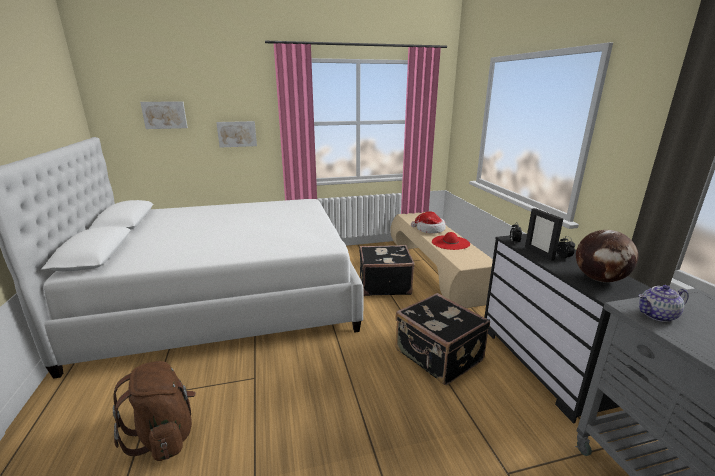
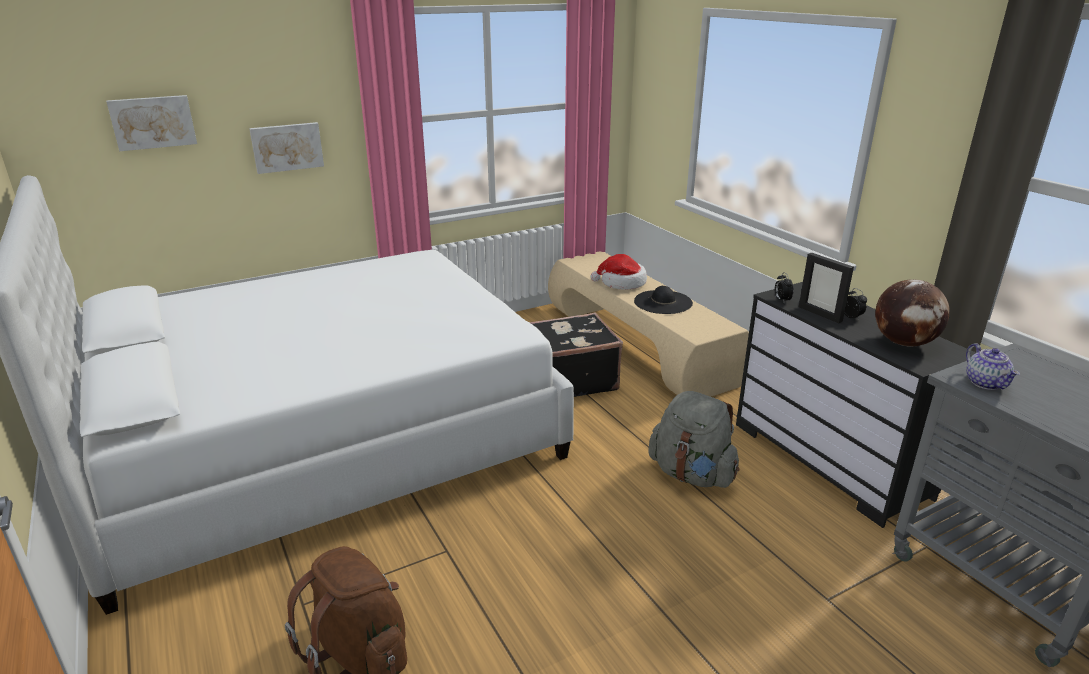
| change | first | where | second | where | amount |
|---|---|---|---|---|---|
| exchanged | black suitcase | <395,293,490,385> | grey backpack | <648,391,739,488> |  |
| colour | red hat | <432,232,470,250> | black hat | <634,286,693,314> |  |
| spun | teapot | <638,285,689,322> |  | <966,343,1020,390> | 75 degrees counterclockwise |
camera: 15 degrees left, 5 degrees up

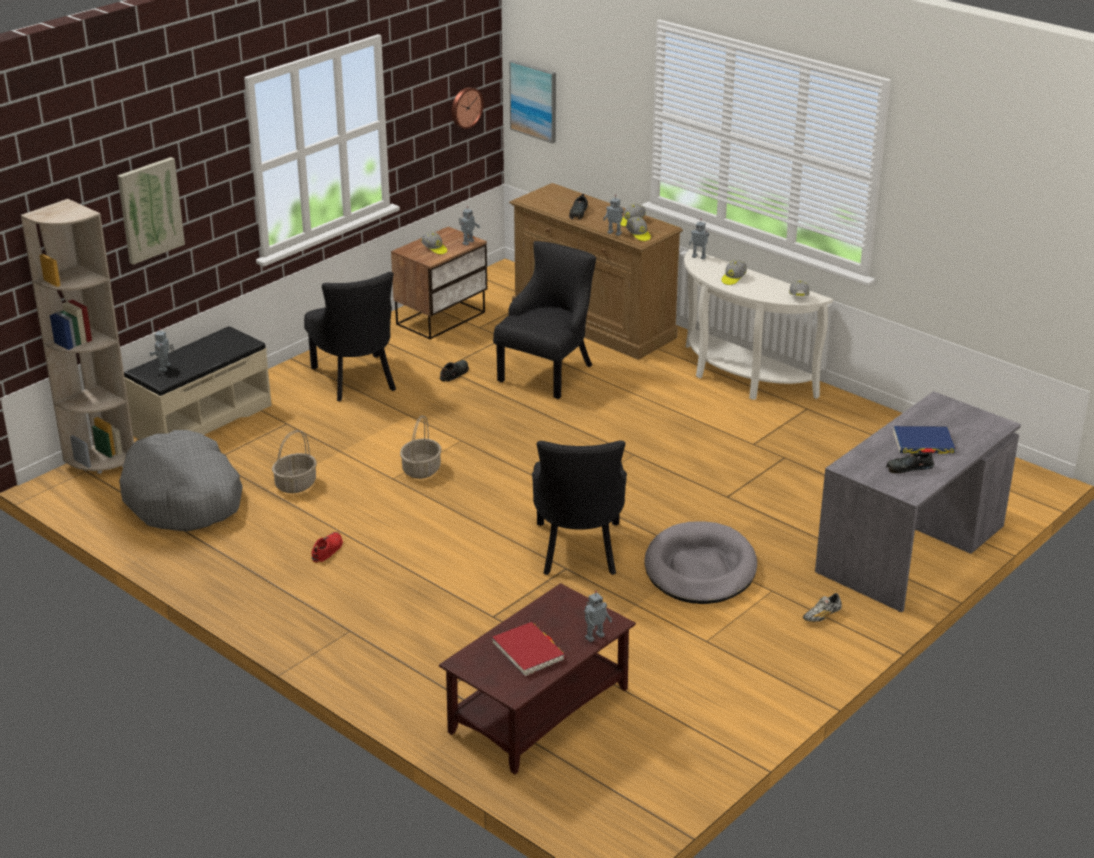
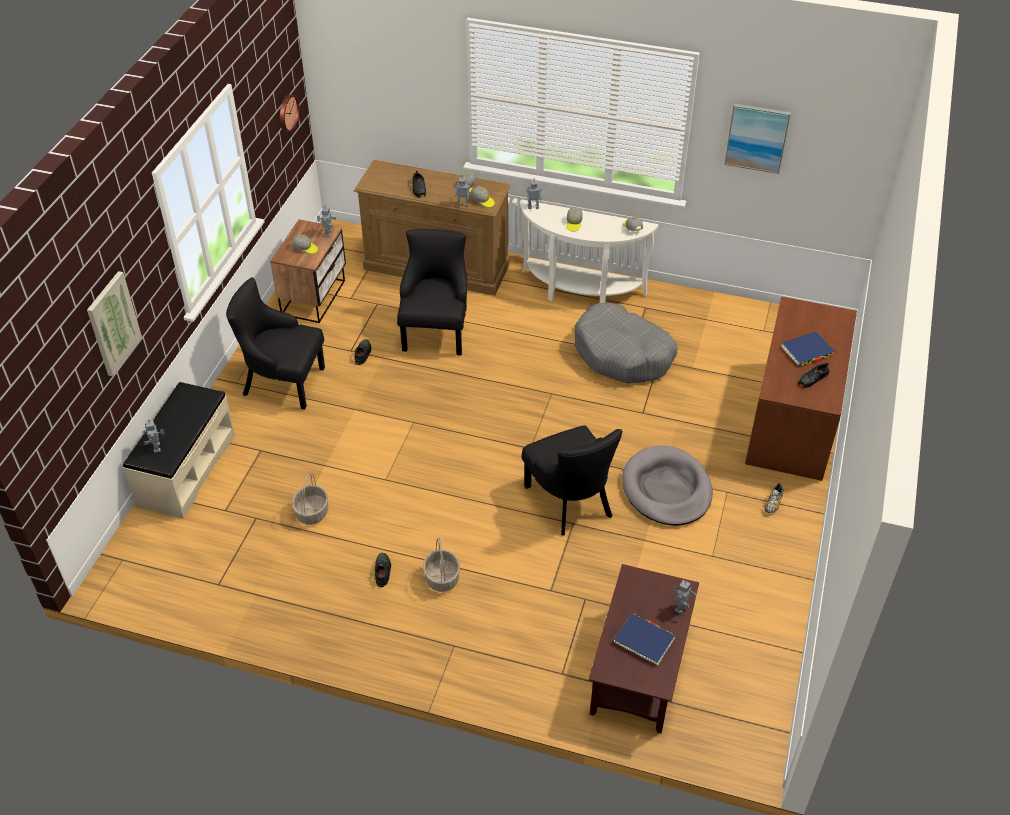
| change | first | where | second | where | amount |
|---|---|---|---|---|---|
| missing | beige bookcase | <21,199,134,474> |  |  |  |
| relocated | grey dog bed | <119,430,243,532> |  | <574,303,677,384> |  |
| relocated | basket | <400,415,442,479> |  | <423,537,460,592> |  |
| relocated | picture | <509,60,556,143> |  | <724,103,791,174> |  |
| colour | red shoe | <312,532,343,562> | black shoe | <375,553,391,587> |  |
| colour | red book | <492,622,566,676> | blue book | <614,614,675,666> |  |
| colour | grey desk | <815,391,1021,612> | brown desk | <745,297,857,481> |  |
| spun | black chair | <304,272,396,402> |  | <226,277,325,410> | 150 degrees clockwise |
camera: 25 degrees left, 15 degrees up

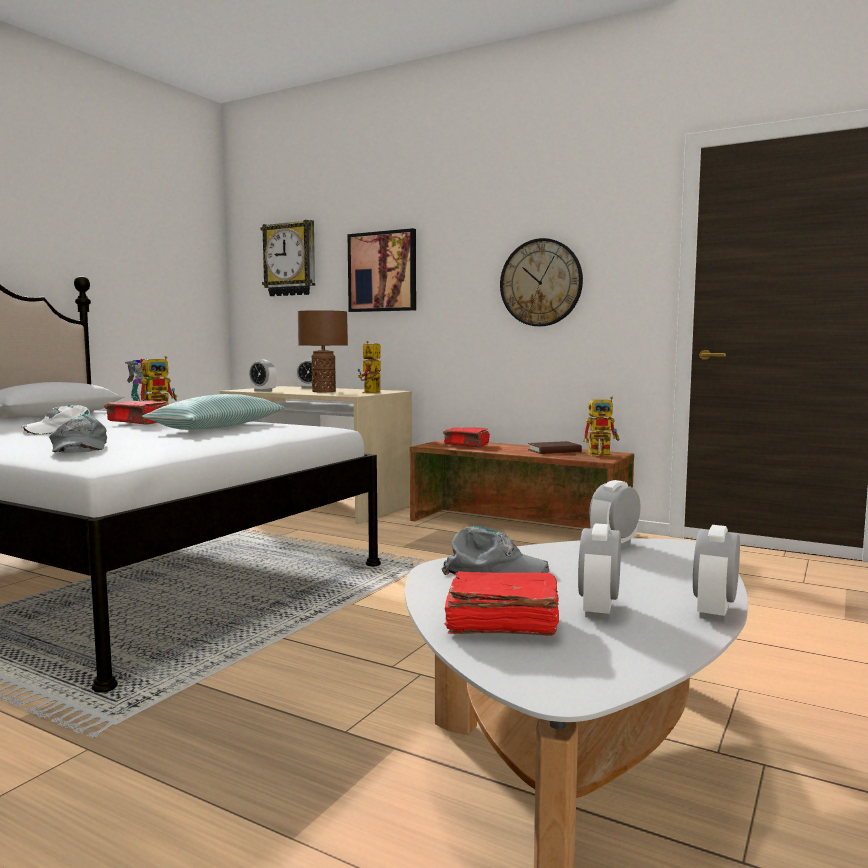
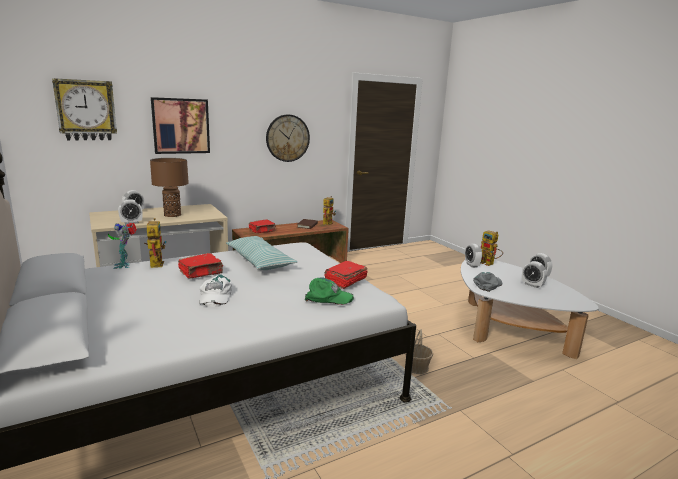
| change | first | where | second | where | amount |
|---|---|---|---|---|---|
| appeared |  |  | basket | <405,329,433,374> |  |
| relocated | toy robot | <358,341,381,393> |  | <481,230,503,266> |  |
| relocated | red book | <444,571,559,636> |  | <325,261,368,289> |  |
| colour | grey cap | <49,414,107,453> | green cap | <305,278,354,305> |  |
camera: 60 degrees left, 10 degrees up

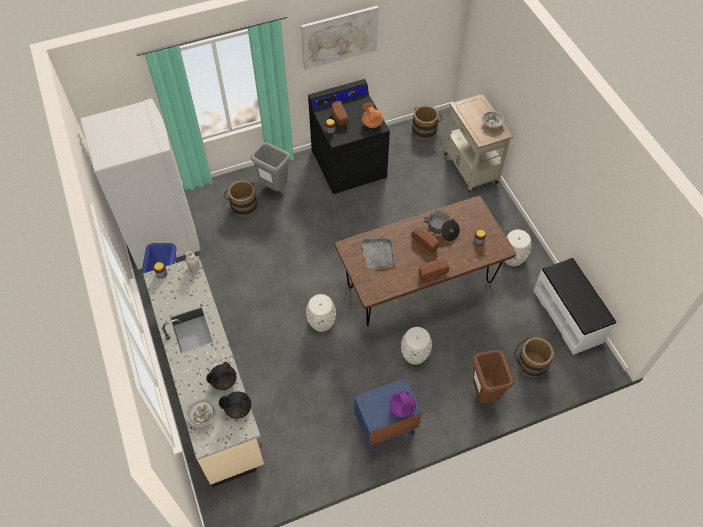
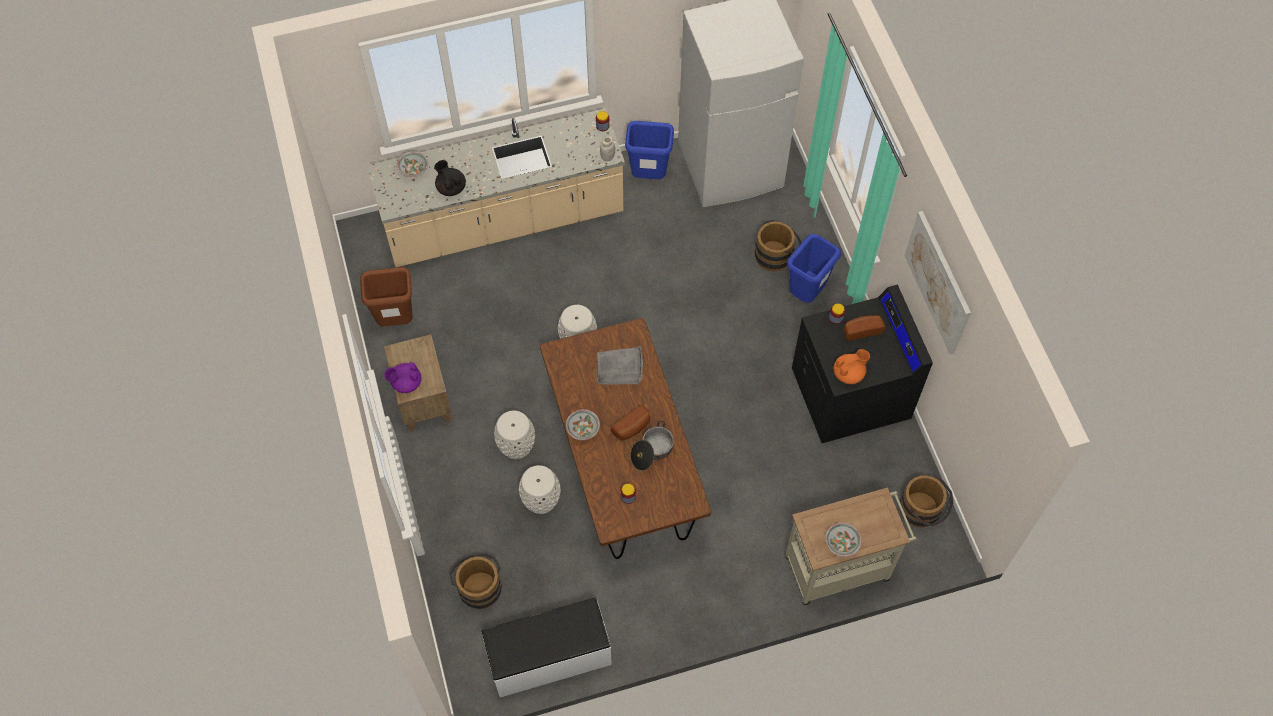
| change | first | where | second | where | amount |
|---|---|---|---|---|---|
| missing | black teapot | <219,392,251,419> |  |  |  |
| relocated | brown trash can | <473,350,515,404> |  | <360,267,412,327> |  |
| relocated | white stool | <504,229,531,266> |  | <519,465,560,514> |  |
| exchanged | bread | <419,260,449,281> | bowl | <566,409,600,440> |  |
| colour | grey trash can | <251,142,290,191> | blue trash can | <787,234,841,303> |  |
| colour | blue nightstand | <354,378,422,451> | brown nightstand | <384,334,453,433> |  |
camera: 95 degrees right, 5 degrees up

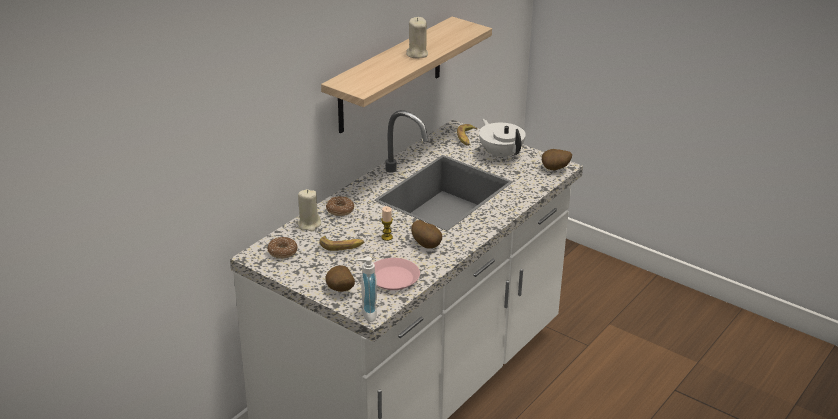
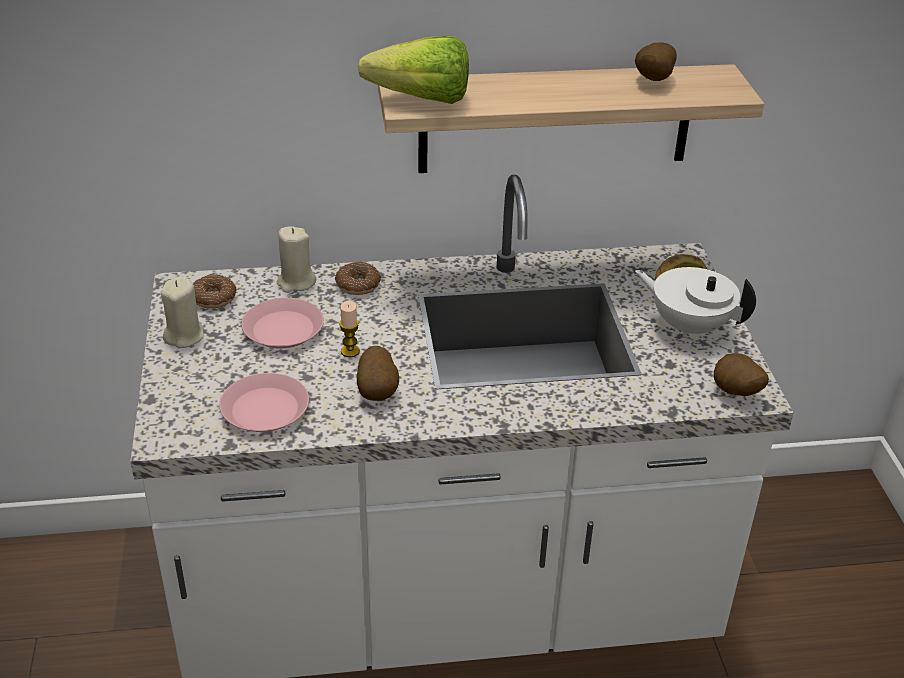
| change | first | where | second | where | amount |
|---|---|---|---|---|---|
| missing | soap dispenser | <354,257,377,322> |  |  |  |
| appeared |  |  | lettuce | <358,36,469,104> |  |
| relocated | potato | <326,265,355,292> |  | <635,42,677,81> |  |
| relocated | beige candle | <406,17,428,59> |  | <161,277,204,348> |  |
| exchanged | banana | <319,236,364,251> | pink plate | <242,298,324,349> |  |
| spun | white teapot | <479,118,526,160> |  | <635,267,756,337> | 75 degrees counterclockwise |
camera: 45 degrees right, 5 degrees up

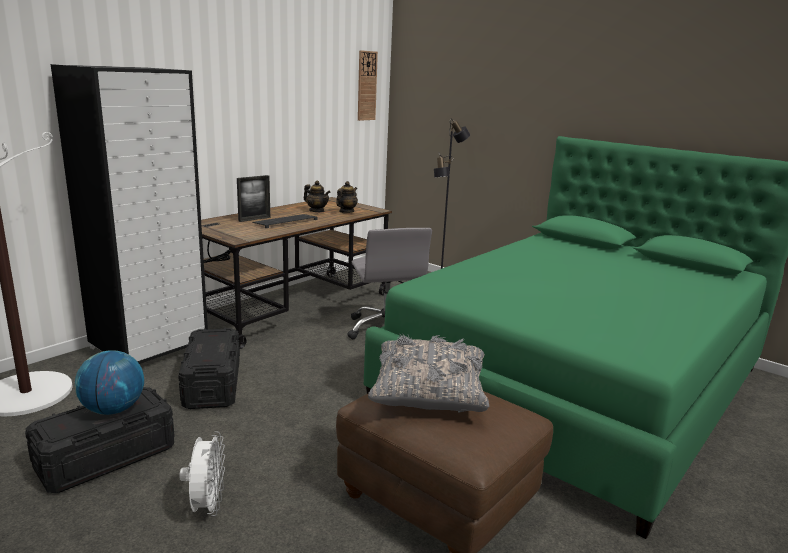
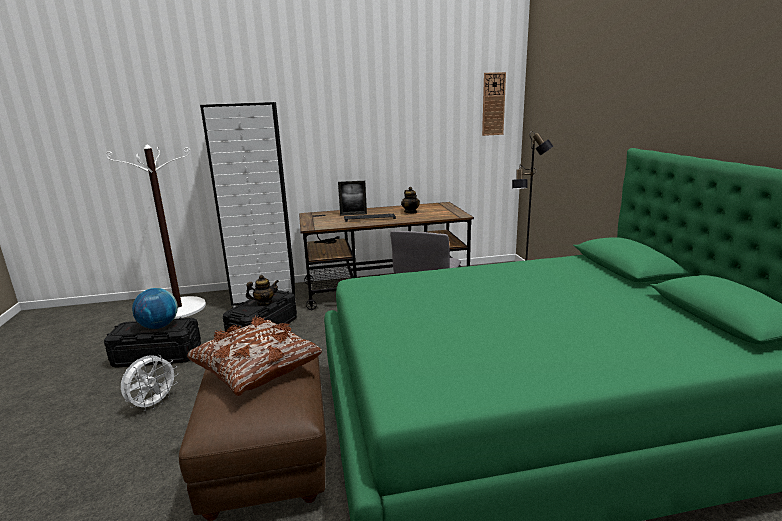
| change | first | where | second | where | amount |
|---|---|---|---|---|---|
| relocated | teapot | <336,181,358,213> |  | <246,275,279,306> |  |
| colour | grey pillow | <368,333,489,413> | brown pillow | <187,315,322,396> |  |
camera: 40 degrees right, 0 degrees up

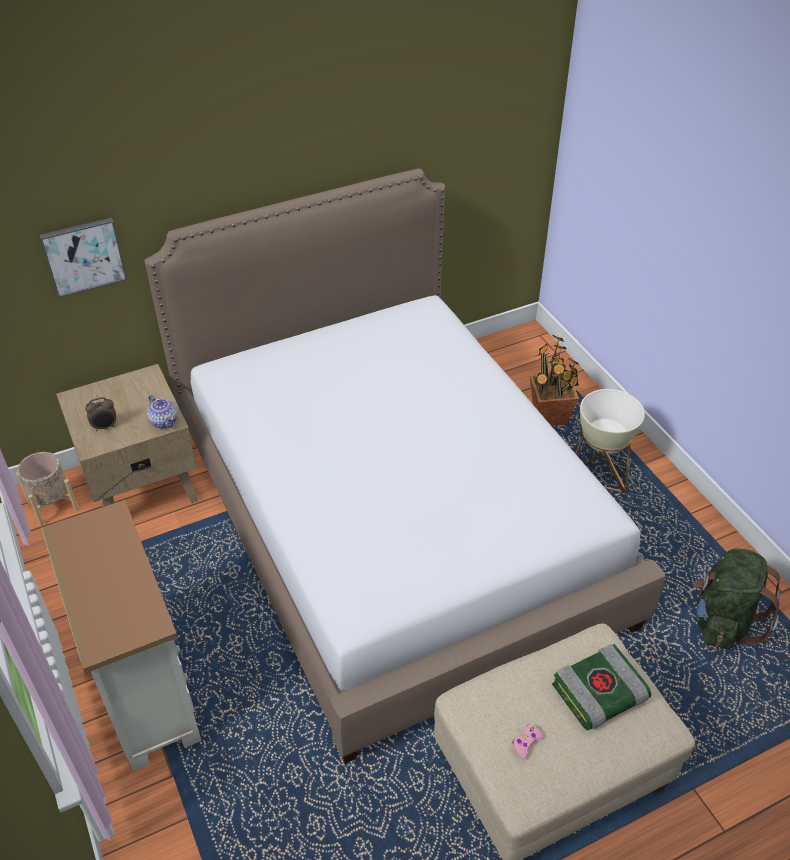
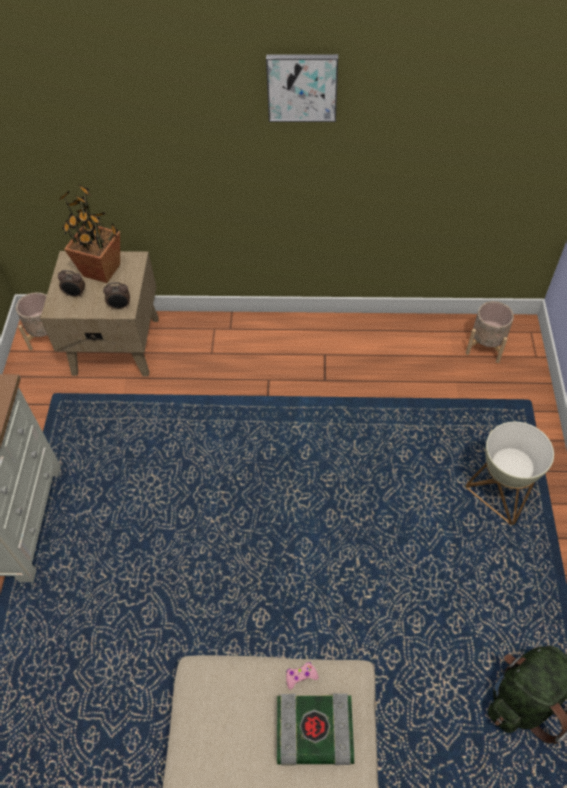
| change | first | where | second | where | amount |
|---|---|---|---|---|---|
| missing | bed | <144,168,665,764> |  |  |  |
| appeared |  |  | beige planter | <466,301,514,363> |  |
| relocated | picture | <40,217,127,298> |  | <266,54,338,122> |  |
| relocated | pink game controller | <512,724,544,760> |  | <286,662,319,690> |  |
| relocated | potted plant | <530,334,579,426> |  | <58,184,120,283> |  |
| exchanged | teapot | <147,395,178,429> | alarm clock | <103,282,130,310> |  |
camera: 30 degrees right, 10 degrees up

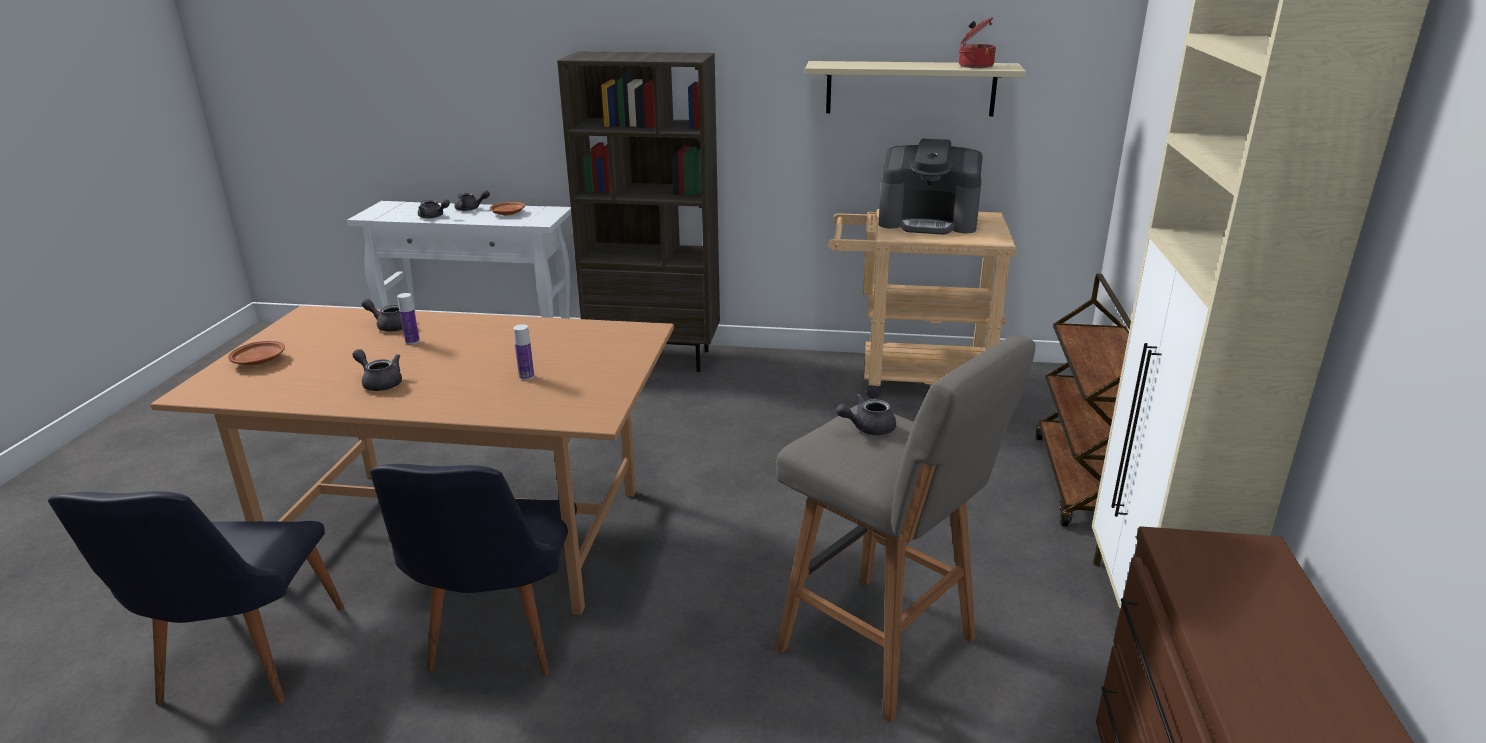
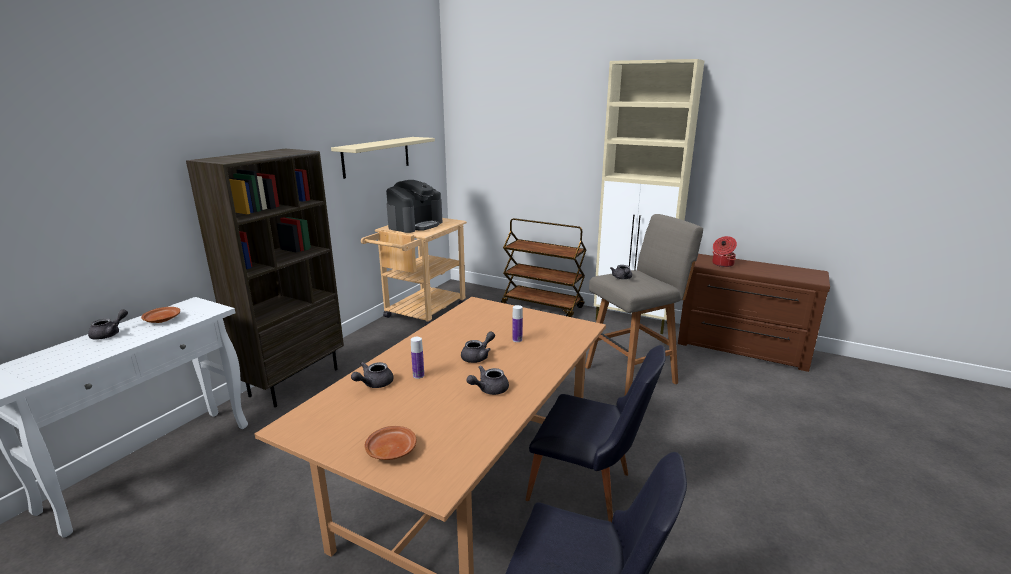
| change | first | where | second | where | amount |
|---|---|---|---|---|---|
| relocated | grey teapot | <418,199,450,218> |  | <461,331,495,363> |  |
| relocated | cooking pot | <959,17,996,68> |  | <712,236,737,267> |  |
camera: 70 degrees left, 5 degrees down

